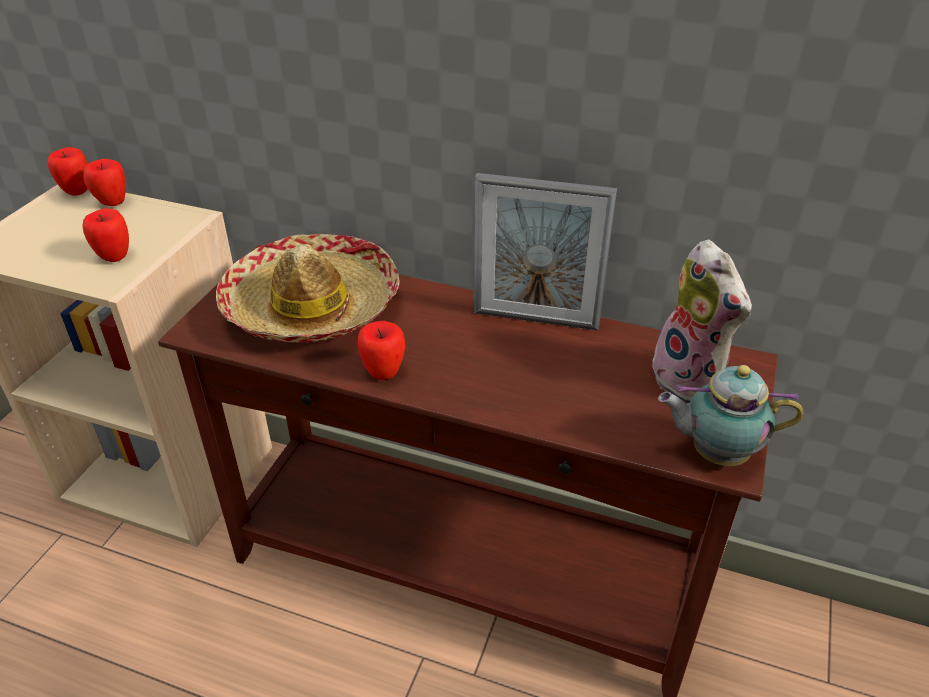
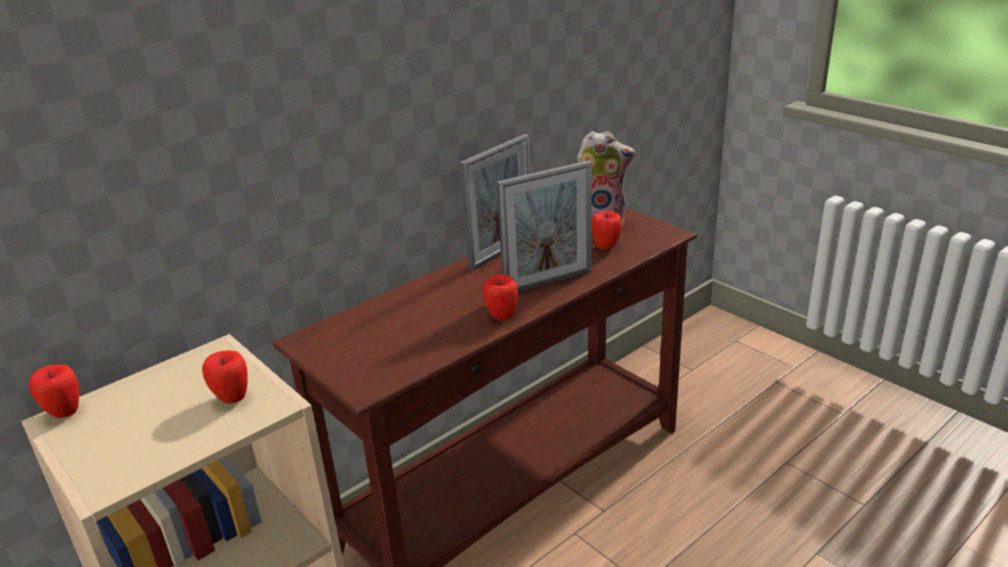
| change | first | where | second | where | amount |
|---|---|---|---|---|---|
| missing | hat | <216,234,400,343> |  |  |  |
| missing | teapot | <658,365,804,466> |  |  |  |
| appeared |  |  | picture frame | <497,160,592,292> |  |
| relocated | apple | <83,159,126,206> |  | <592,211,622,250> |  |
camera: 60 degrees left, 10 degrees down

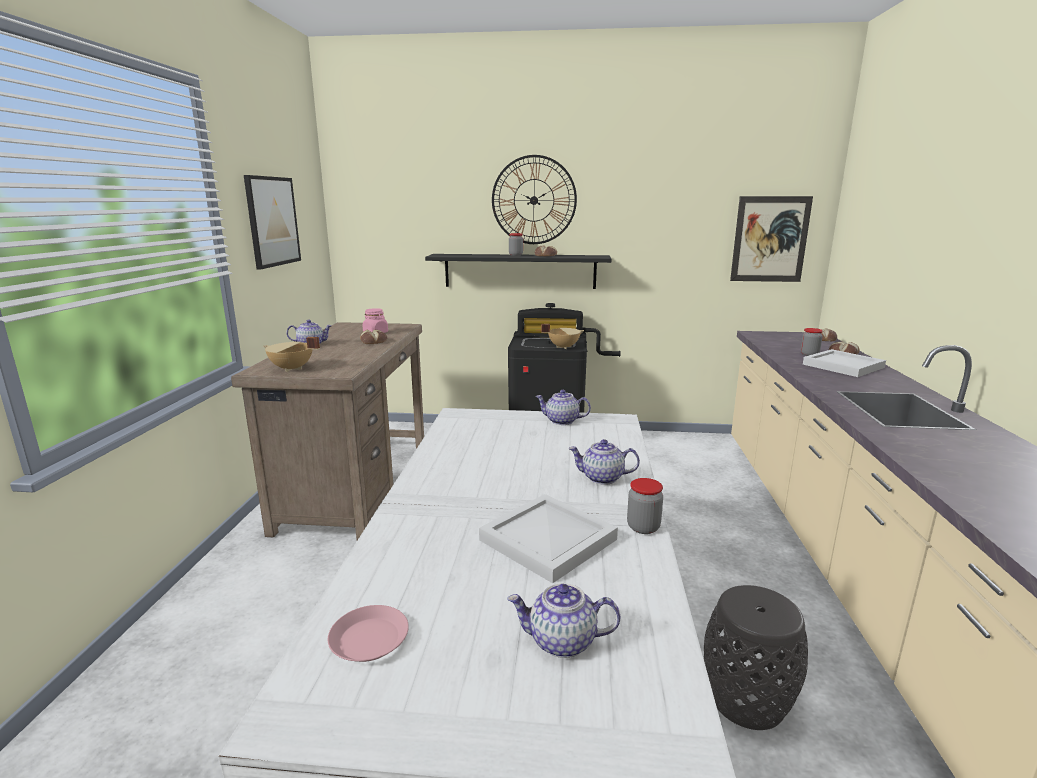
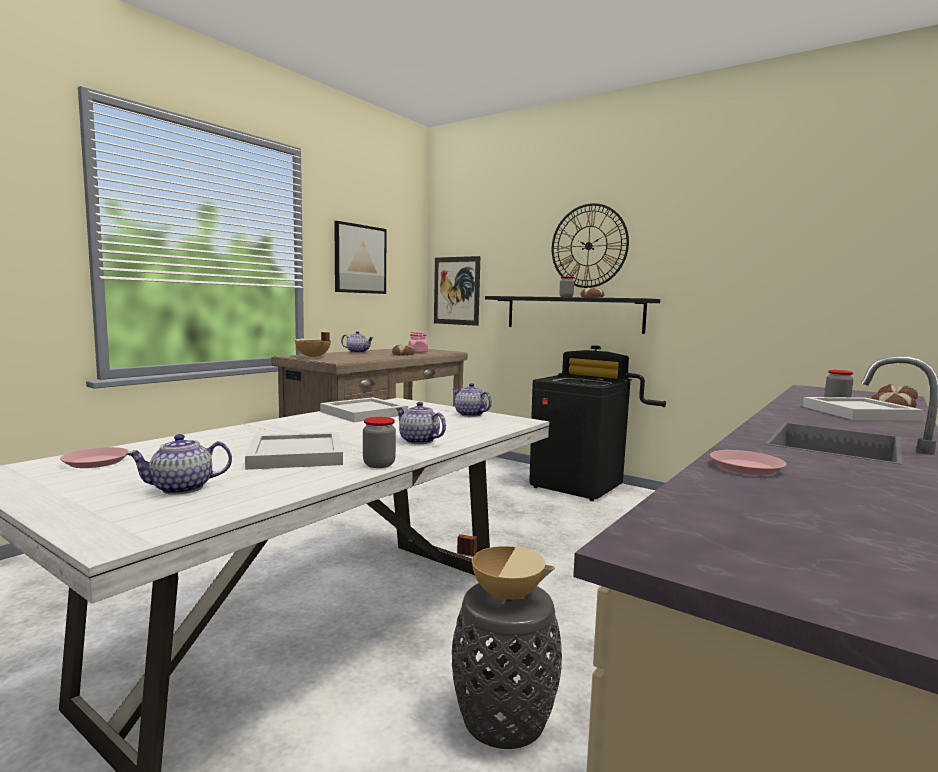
| change | first | where | second | where | amount |
|---|---|---|---|---|---|
| appeared |  |  | white tray | <320,397,408,422> |  |
| appeared |  |  | pink plate | <710,450,787,475> |  |
| relocated | beige cooking pot | <541,324,584,349> |  | <457,534,555,604> |  |
| relocated | picture | <730,196,813,282> |  | <434,256,480,326> |  |
| spun | teapot | <507,583,620,658> |  | <126,434,232,495> | 60 degrees counterclockwise |
camera: 30 degrees right, 10 degrees down

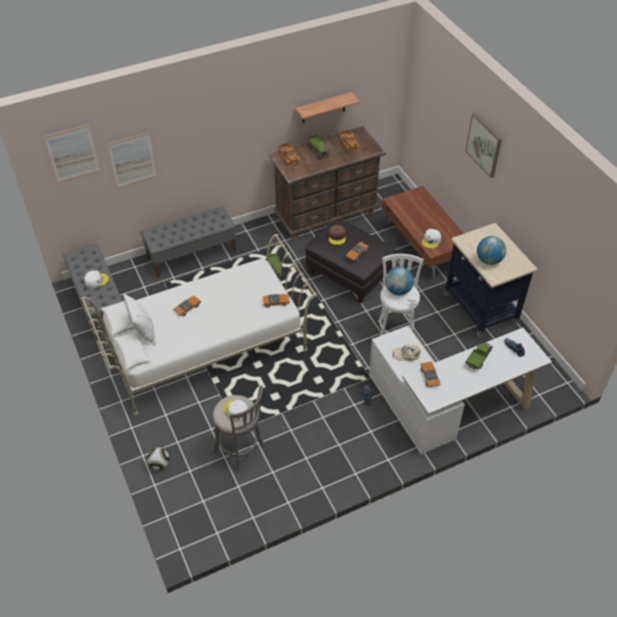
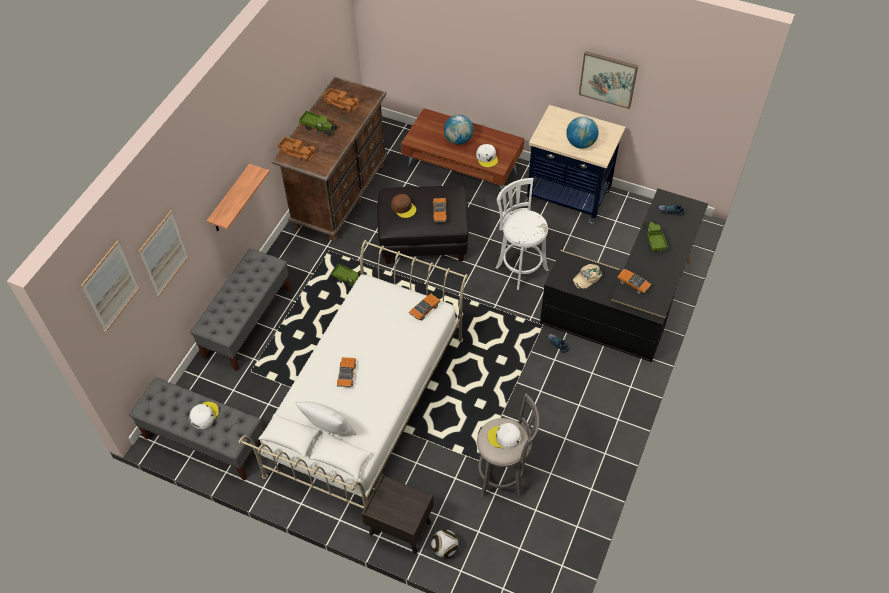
| change | first | where | second | where | amount |
|---|---|---|---|---|---|
| appeared |  |  | brown nightstand | <362,474,434,554> |  |
| relocated | shelf | <295,92,360,123> |  | <206,164,270,231> |  |
| relocated | globe | <385,267,414,295> |  | <444,115,473,145> |  |
| relocated | picture | <465,113,502,178> |  | <579,51,638,109> |  |
| colour | white desk | <369,325,552,454> | black desk | <540,189,708,362> |  |
camera: 40 degrees left, 5 degrees up

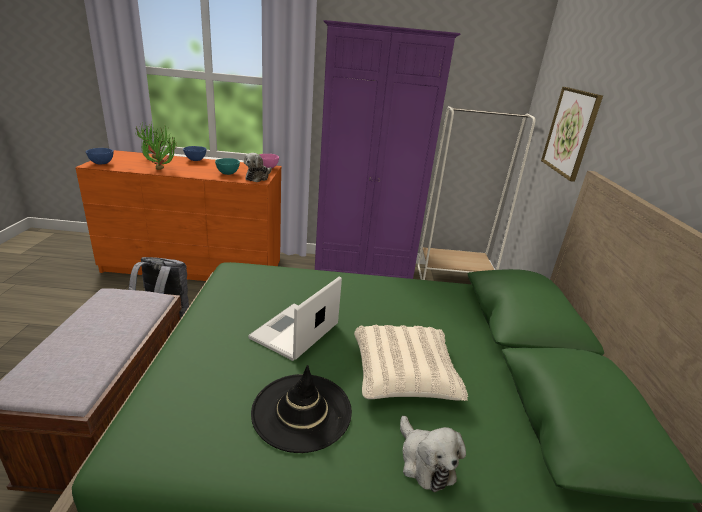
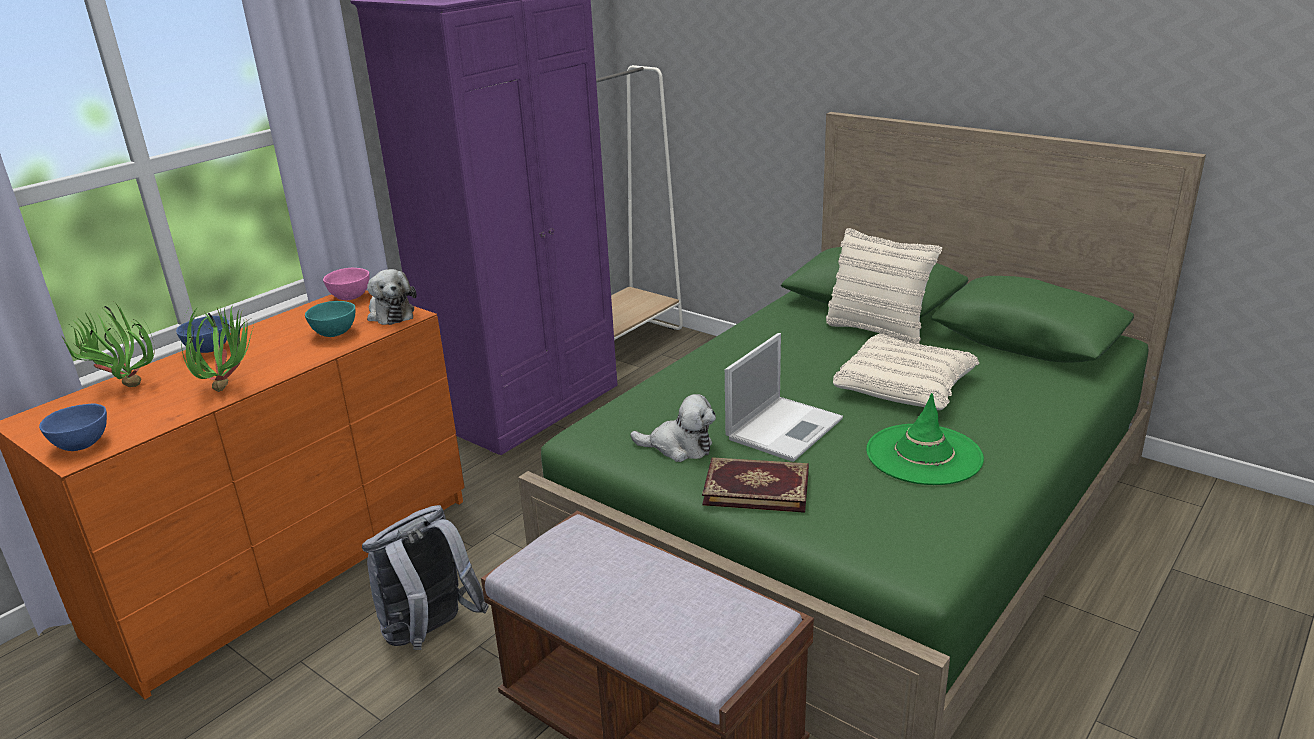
| change | first | where | second | where | amount |
|---|---|---|---|---|---|
| missing | picture | <541,87,603,182> |  |  |  |
| appeared |  |  | book | <702,457,809,513> |  |
| appeared |  |  | beige pillow | <826,228,942,345> |  |
| relocated | plush toy | <400,416,466,492> |  | <630,394,716,462> |  |
| colour | black hat | <251,365,352,453> | green hat | <866,393,984,485> |  |
| spun | laptop | <248,276,342,361> |  | <725,333,843,462> | 120 degrees counterclockwise |
camera: 50 degrees left, 0 degrees up

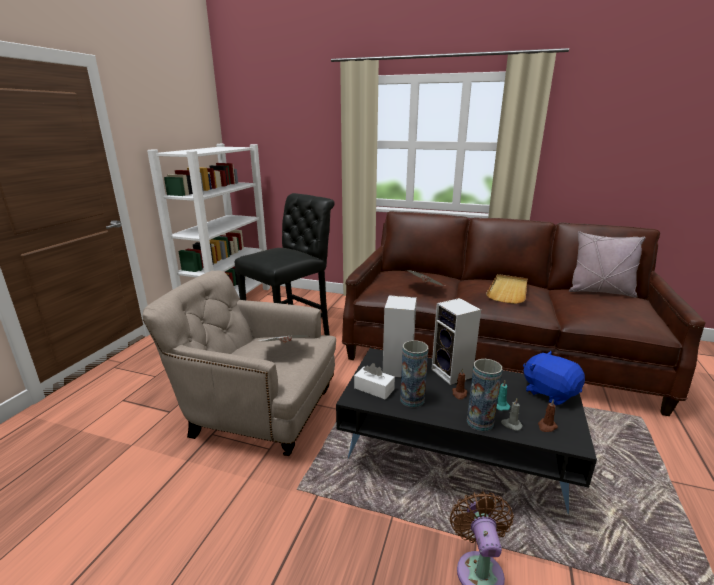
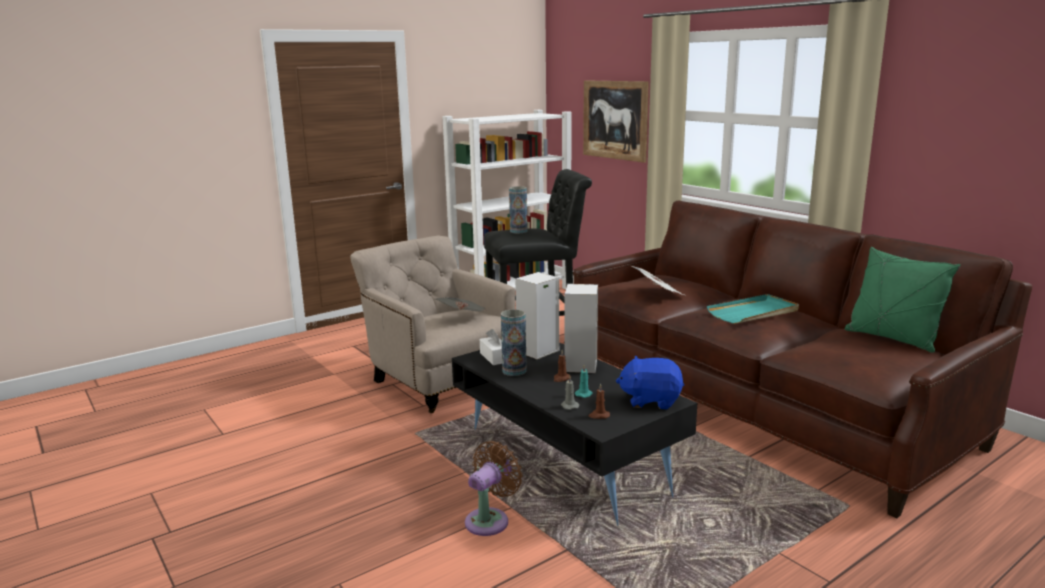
| change | first | where | second | where | amount |
|---|---|---|---|---|---|
| appeared |  |  | picture | <583,81,649,163> |  |
| relocated | vase | <467,359,502,431> |  | <509,186,528,233> |  |
| colour | beige tray | <486,274,527,304> | turquoise tray | <707,294,799,324> |  |
| colour | purple pillow | <569,231,645,298> | green pillow | <845,247,961,353> |  |
| spun | blue plush toy | <523,351,585,405> |  | <616,356,684,409> | 75 degrees counterclockwise |
camera: 35 degrees right, 5 degrees down

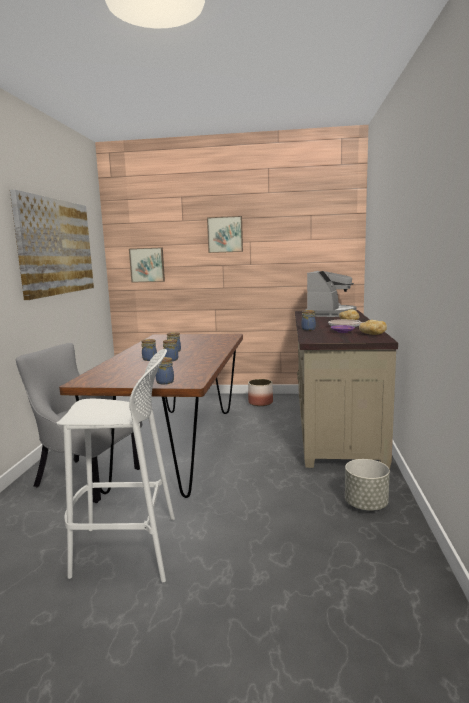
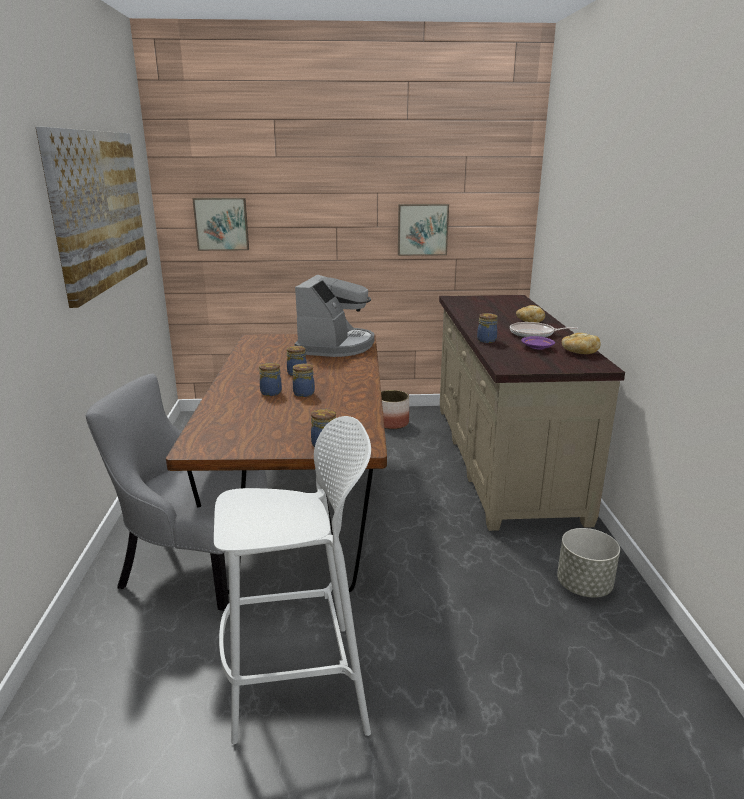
| change | first | where | second | where | amount |
|---|---|---|---|---|---|
| relocated | picture | <207,216,243,253> |  | <398,204,449,256> |  |
| relocated | coffee machine | <305,271,356,317> |  | <294,275,374,357> |  |
camera: 10 degrees left, 10 degrees up

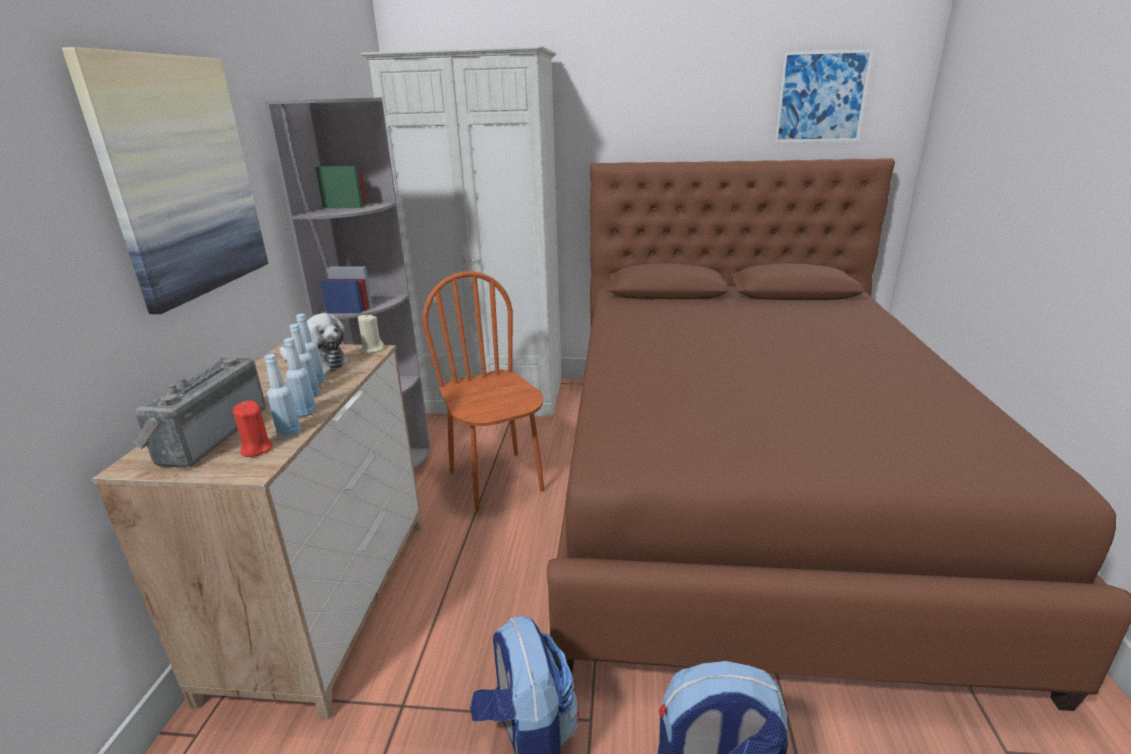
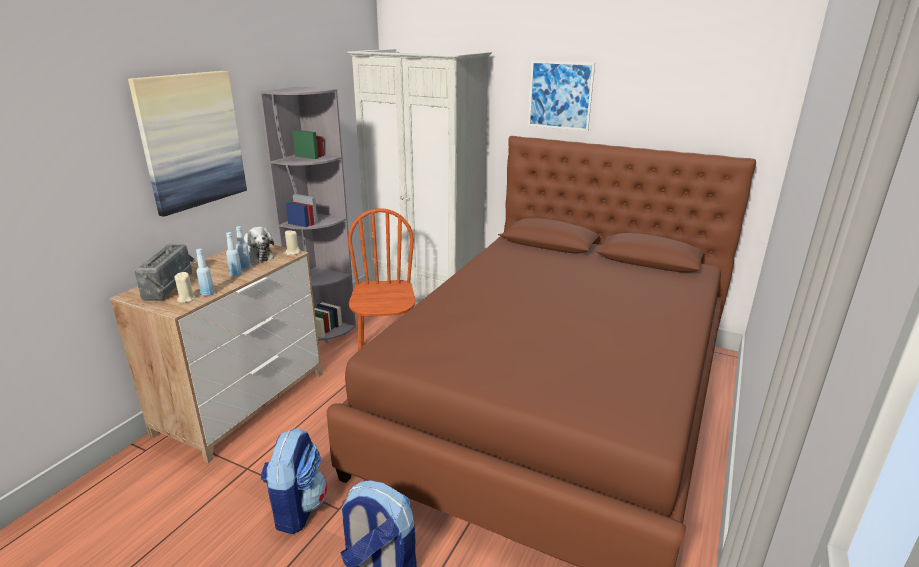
| change | first | where | second | where | amount |
|---|---|---|---|---|---|
| missing | blue bottle | <284,338,316,417> |  |  |  |
| relocated | picture | <774,49,873,143> |  | <528,61,595,131> |  |
| colour | red candle | <233,400,272,457> | beige candle | <174,272,196,303> |  |
| spun | radio | <133,357,266,468> |  | <134,244,196,301> | 150 degrees clockwise |
camera: 20 degrees right, 0 degrees up

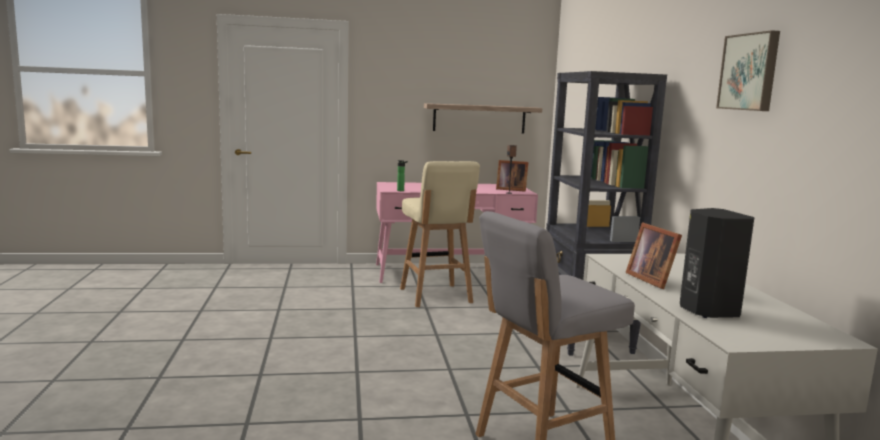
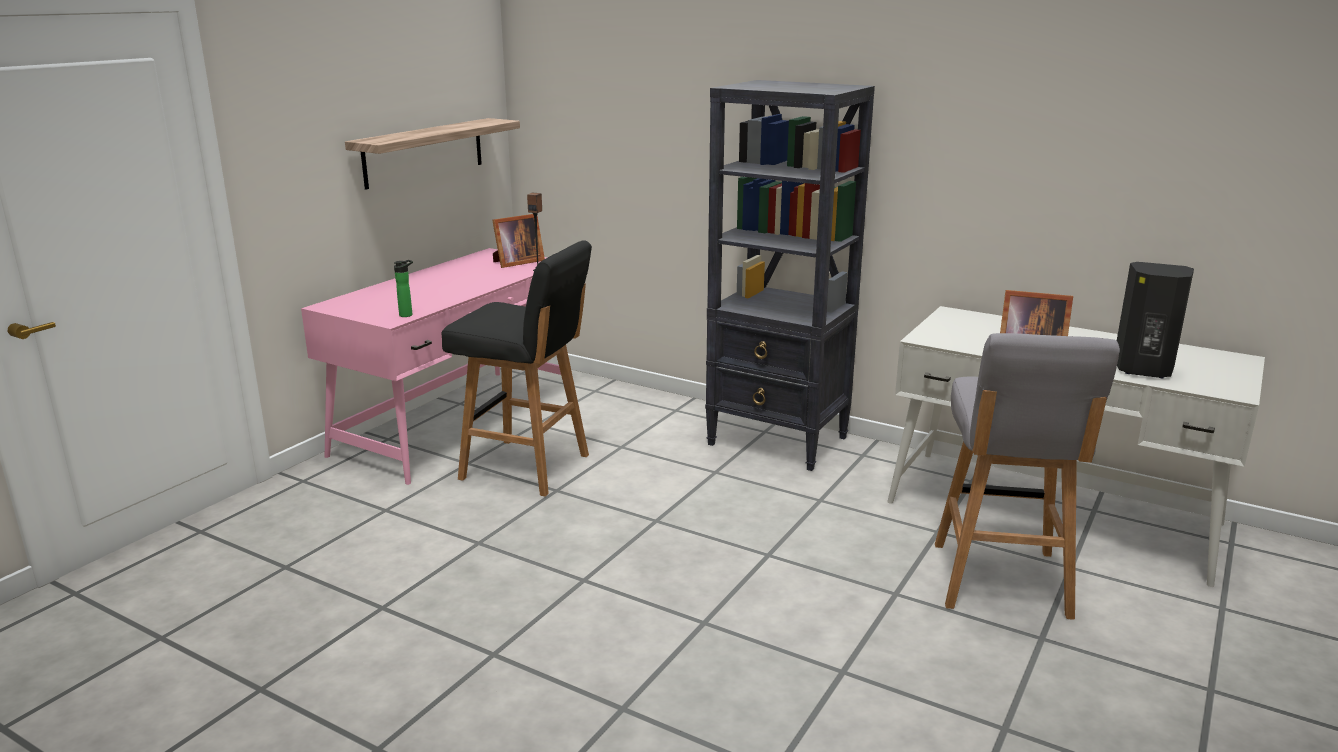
| change | first | where | second | where | amount |
|---|---|---|---|---|---|
| missing | picture | <716,30,780,111> |  |  |  |
| colour | beige stool | <400,161,480,307> | black stool | <442,240,592,497> |  |
camera: 50 degrees left, 10 degrees up

